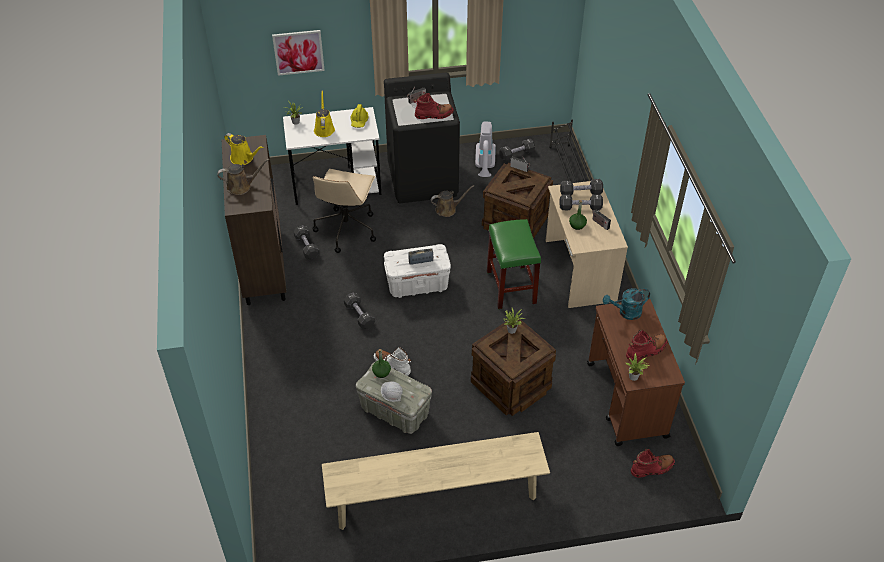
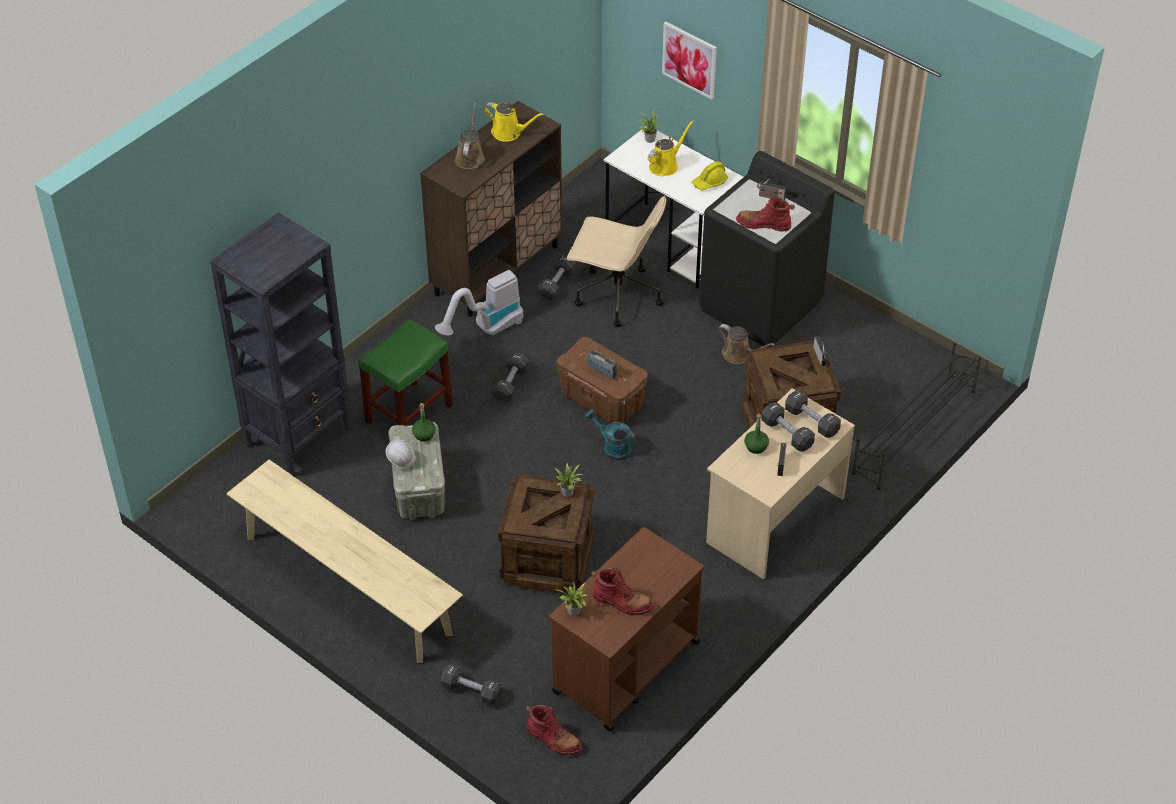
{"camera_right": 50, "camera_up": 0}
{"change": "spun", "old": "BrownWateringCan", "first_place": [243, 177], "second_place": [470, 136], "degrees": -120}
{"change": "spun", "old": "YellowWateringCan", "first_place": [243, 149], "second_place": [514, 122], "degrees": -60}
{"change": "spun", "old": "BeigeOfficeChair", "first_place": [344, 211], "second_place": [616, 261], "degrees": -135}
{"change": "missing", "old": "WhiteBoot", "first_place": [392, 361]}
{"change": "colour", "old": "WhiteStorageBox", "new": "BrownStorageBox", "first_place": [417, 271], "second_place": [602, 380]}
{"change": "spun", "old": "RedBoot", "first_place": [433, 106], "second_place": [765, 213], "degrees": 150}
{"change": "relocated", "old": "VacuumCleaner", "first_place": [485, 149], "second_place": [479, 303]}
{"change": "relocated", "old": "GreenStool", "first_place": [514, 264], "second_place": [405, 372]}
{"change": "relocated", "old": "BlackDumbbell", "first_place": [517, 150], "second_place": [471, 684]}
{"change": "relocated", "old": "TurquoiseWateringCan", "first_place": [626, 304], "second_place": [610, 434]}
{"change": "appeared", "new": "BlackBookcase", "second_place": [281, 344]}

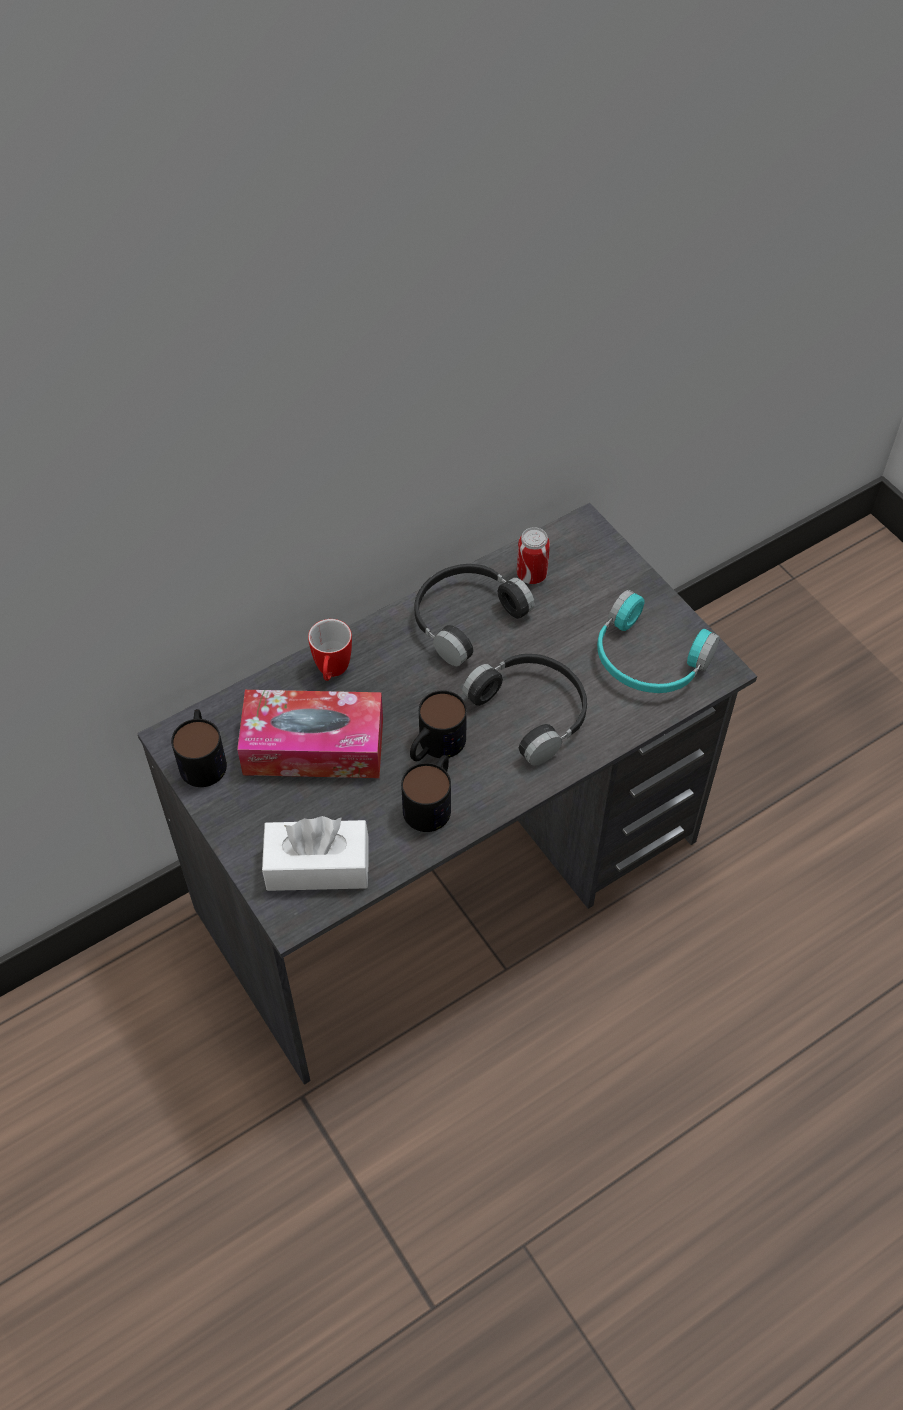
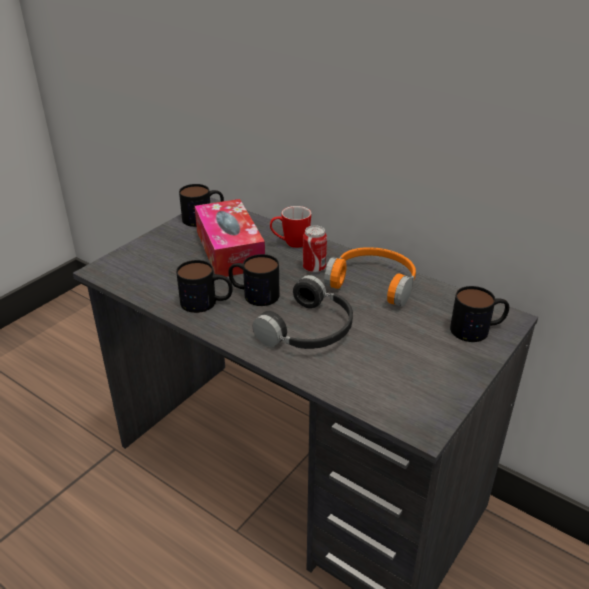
{"camera_right": 70, "camera_up": -20}
{"change": "missing", "old": "WhiteTissueBox", "first_place": [315, 853]}
{"change": "colour", "old": "BlackHeadphones", "new": "OrangeHeadphones", "first_place": [474, 615], "second_place": [370, 277]}
{"change": "relocated", "old": "Can", "first_place": [533, 555], "second_place": [315, 249]}
{"change": "missing", "old": "TurquoiseHeadphones", "first_place": [658, 641]}
{"change": "appeared", "new": "Mug", "second_place": [479, 314]}

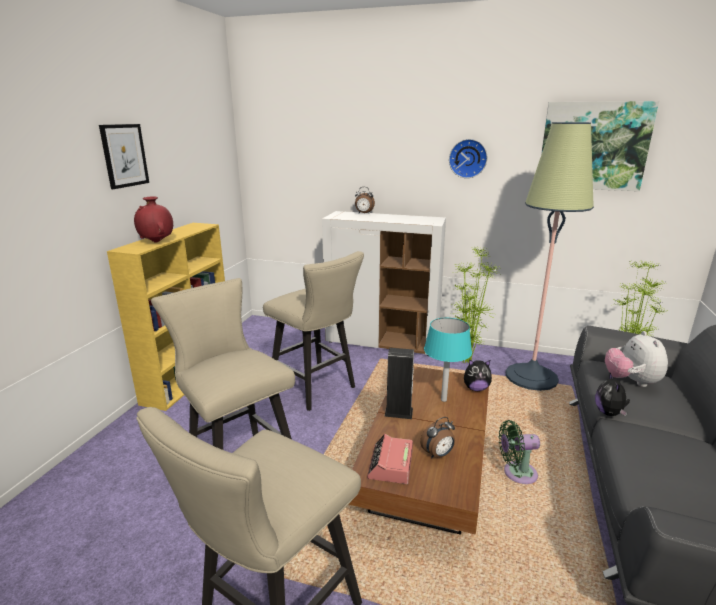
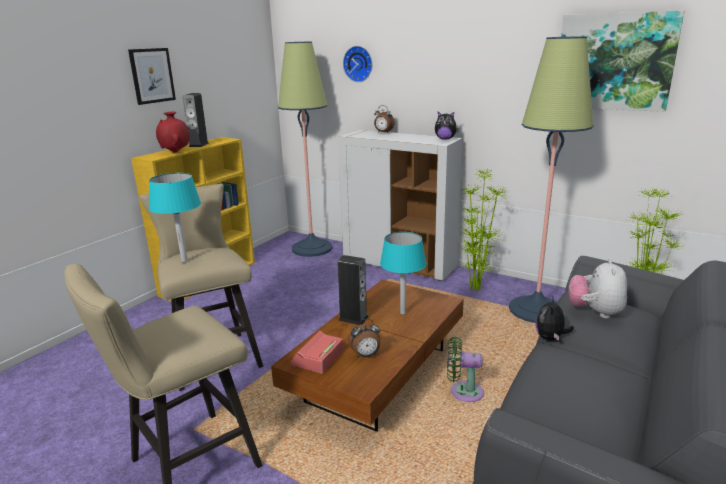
{"camera_right": 15, "camera_up": 0}
{"change": "missing", "old": "BeigeStool", "first_place": [313, 331]}
{"change": "relocated", "old": "WallClock", "first_place": [468, 158], "second_place": [358, 64]}
{"change": "relocated", "old": "PlushToy", "first_place": [478, 375], "second_place": [447, 126]}
{"change": "appeared", "new": "TurquoiseTableLamp", "second_place": [175, 218]}
{"change": "appeared", "new": "Speaker", "second_place": [196, 120]}
{"change": "appeared", "new": "FloorLamp", "second_place": [305, 149]}

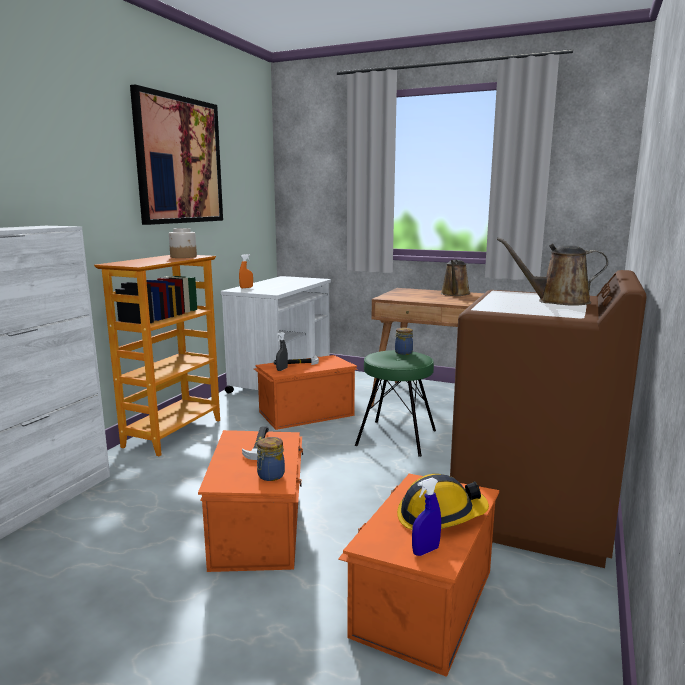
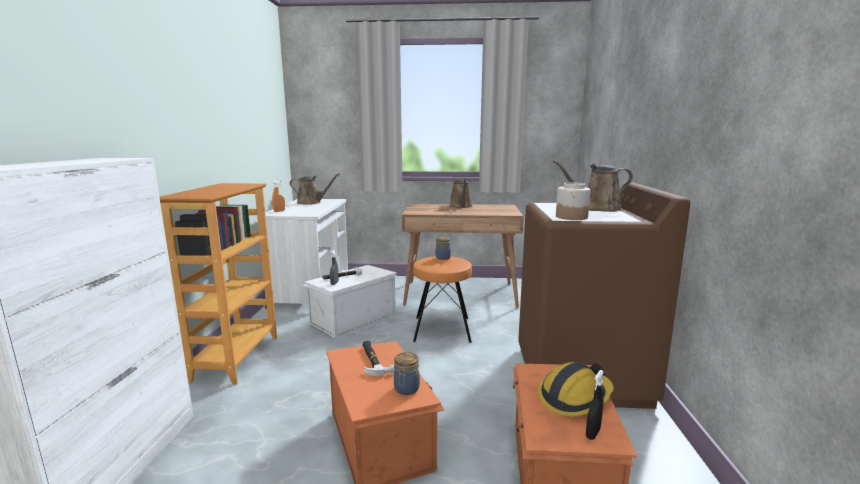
{"camera_right": -20, "camera_up": 0}
{"change": "missing", "old": "Picture", "first_place": [176, 154]}
{"change": "relocated", "old": "Jar", "first_place": [183, 243], "second_place": [573, 201]}
{"change": "colour", "old": "OrangeStorageBox", "new": "WhiteStorageBox", "first_place": [306, 392], "second_place": [349, 301]}
{"change": "colour", "old": "GreenStool", "new": "OrangeStool", "first_place": [395, 403], "second_place": [442, 299]}
{"change": "colour", "old": "BlueSprayBottle", "new": "BlackSprayBottle", "first_place": [426, 516], "second_place": [595, 405]}
{"change": "appeared", "new": "BrownWateringCan", "second_place": [315, 189]}

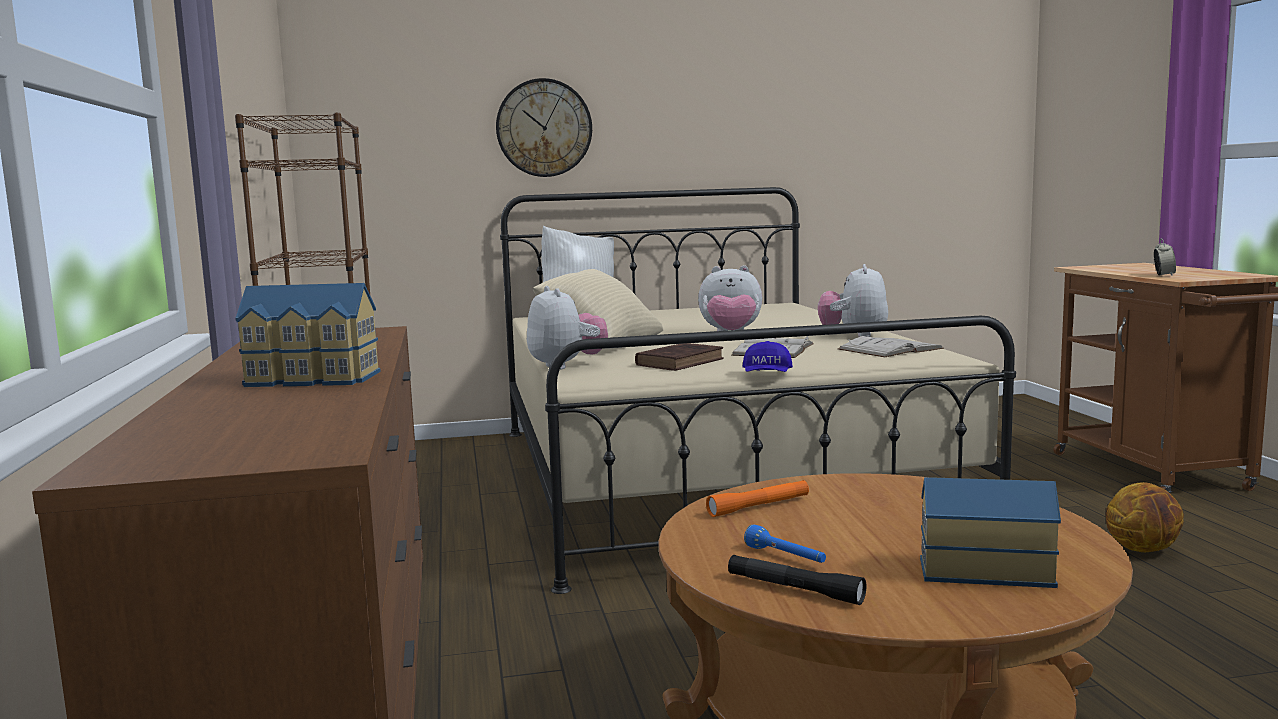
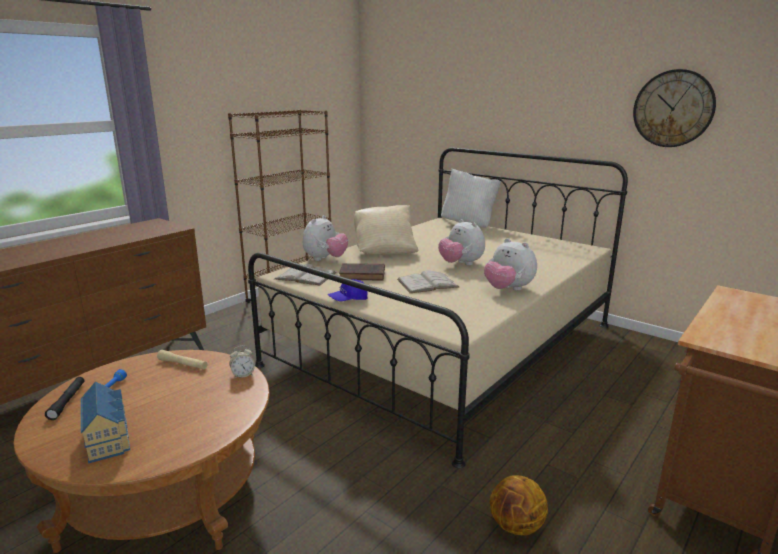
{"camera_right": 50, "camera_up": 10}
{"change": "missing", "old": "ToyHouse", "first_place": [308, 335]}
{"change": "relocated", "old": "WallClock", "first_place": [544, 127], "second_place": [674, 108]}
{"change": "colour", "old": "OrangeFlashlight", "new": "BeigeFlashlight", "first_place": [757, 498], "second_place": [182, 359]}
{"change": "spun", "old": "PlushToy", "first_place": [853, 300], "second_place": [510, 264], "degrees": -105}
{"change": "relocated", "old": "WhiteBook", "first_place": [891, 346], "second_place": [305, 274]}
{"change": "relocated", "old": "AlarmClock", "first_place": [1165, 256], "second_place": [242, 362]}

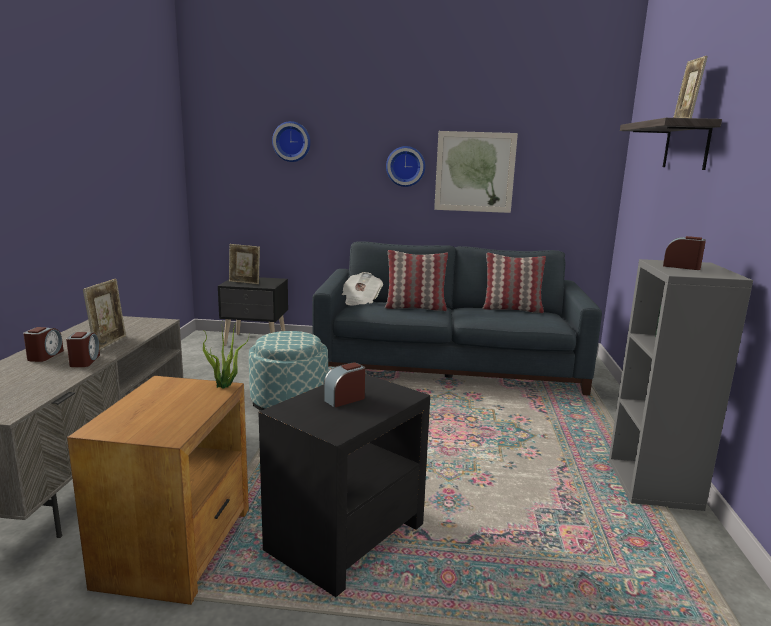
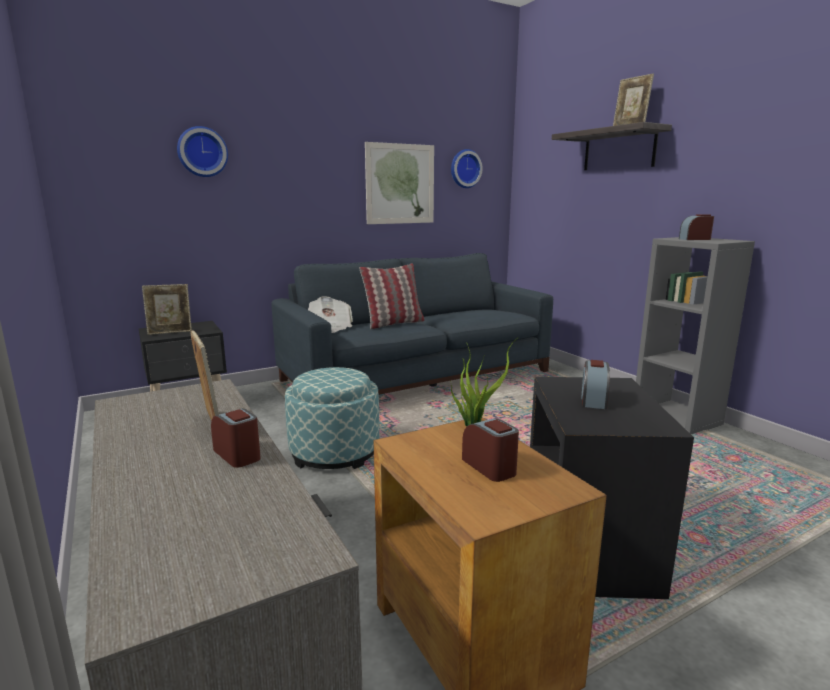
{"camera_right": -35, "camera_up": 0}
{"change": "relocated", "old": "AlarmClock", "first_place": [43, 344], "second_place": [490, 450]}
{"change": "relocated", "old": "WallClock", "first_place": [405, 166], "second_place": [467, 168]}
{"change": "missing", "old": "Pillow", "first_place": [514, 283]}

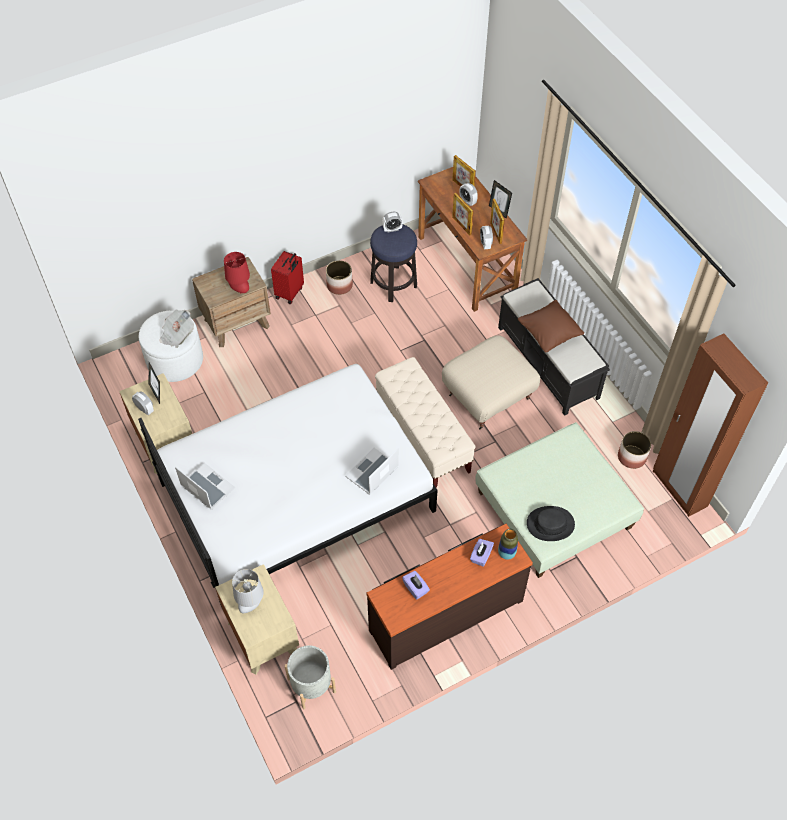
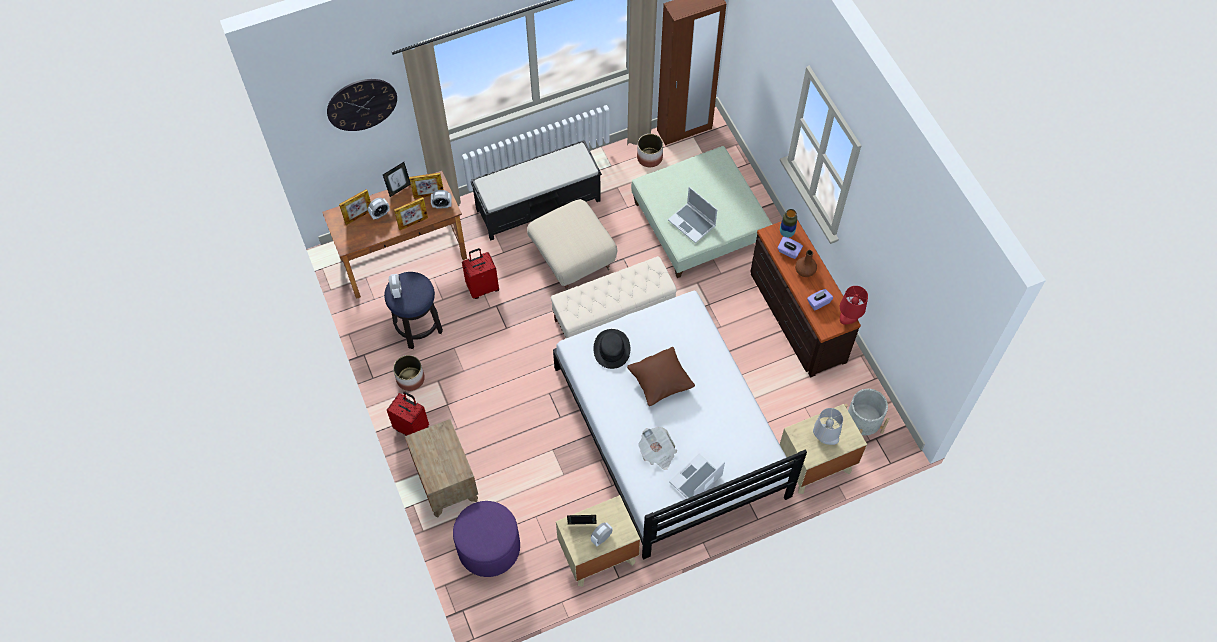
{"camera_right": -85, "camera_up": 5}
{"change": "colour", "old": "WhiteOttoman", "new": "PurpleOttoman", "first_place": [171, 346], "second_place": [486, 539]}
{"change": "relocated", "old": "Newspaper", "first_place": [176, 329], "second_place": [657, 448]}
{"change": "relocated", "old": "RedTableLamp", "first_place": [237, 273], "second_place": [854, 305]}
{"change": "relocated", "old": "Laptop", "first_place": [372, 471], "second_place": [692, 215]}
{"change": "relocated", "old": "BrownPillow", "first_place": [551, 326], "second_place": [661, 376]}
{"change": "relocated", "old": "BlackHat", "first_place": [551, 523], "second_place": [611, 349]}
{"change": "appeared", "new": "WallClock", "second_place": [362, 105]}
{"change": "appeared", "new": "RedSuitcase", "second_place": [480, 273]}
{"change": "appeared", "new": "BrownVase", "second_place": [806, 263]}

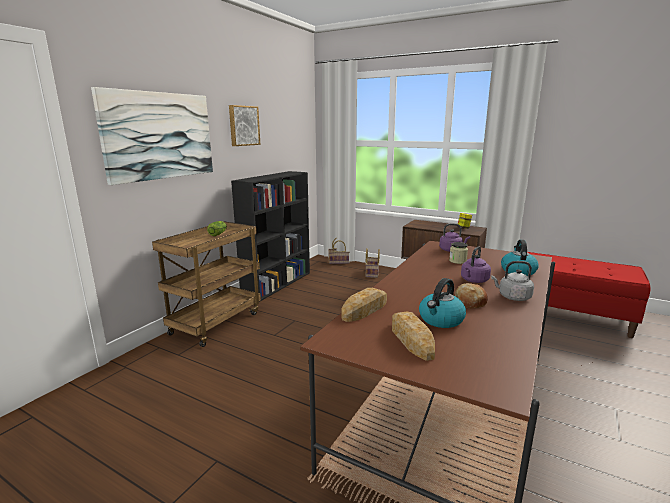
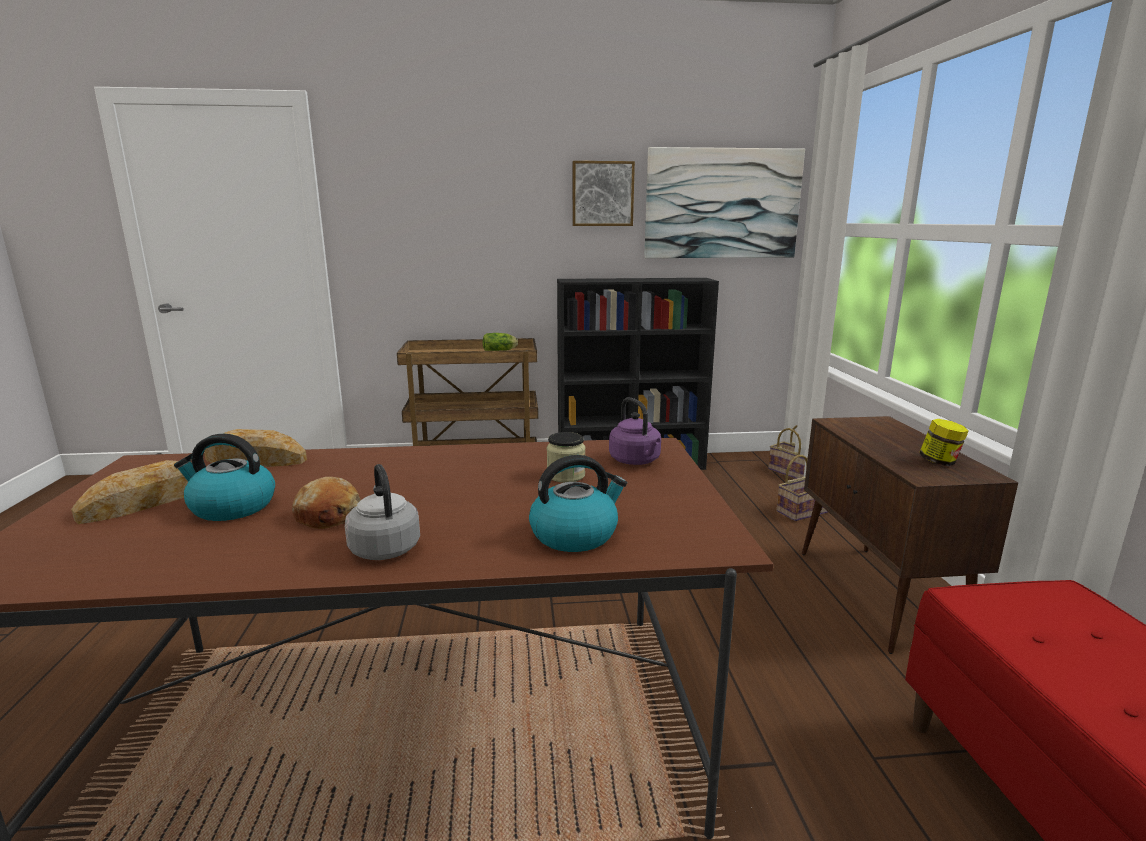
{"camera_right": 55, "camera_up": 0}
{"change": "relocated", "old": "Picture", "first_place": [152, 136], "second_place": [724, 202]}
{"change": "missing", "old": "PurpleKettle", "first_place": [476, 264]}

